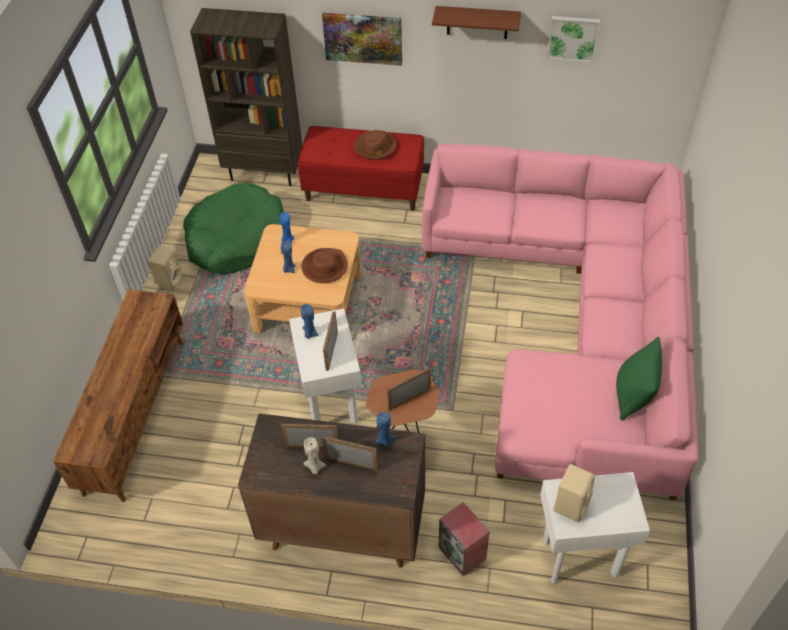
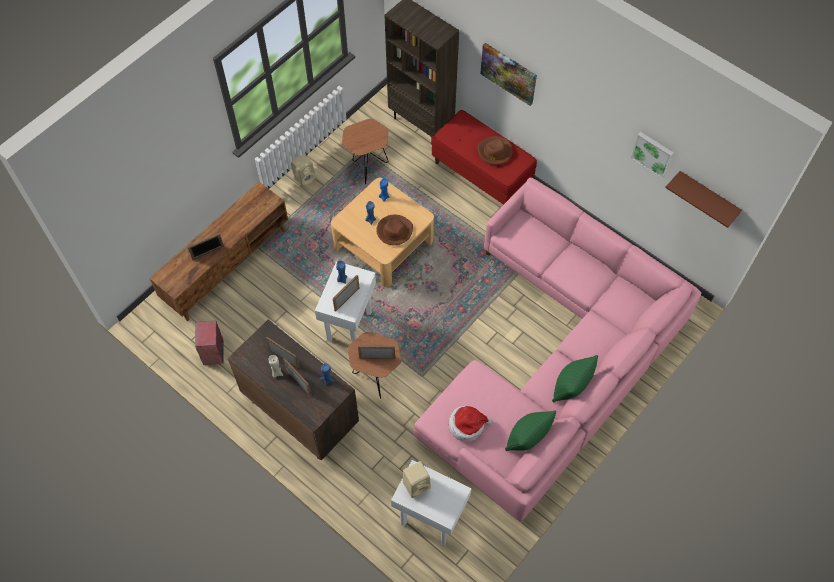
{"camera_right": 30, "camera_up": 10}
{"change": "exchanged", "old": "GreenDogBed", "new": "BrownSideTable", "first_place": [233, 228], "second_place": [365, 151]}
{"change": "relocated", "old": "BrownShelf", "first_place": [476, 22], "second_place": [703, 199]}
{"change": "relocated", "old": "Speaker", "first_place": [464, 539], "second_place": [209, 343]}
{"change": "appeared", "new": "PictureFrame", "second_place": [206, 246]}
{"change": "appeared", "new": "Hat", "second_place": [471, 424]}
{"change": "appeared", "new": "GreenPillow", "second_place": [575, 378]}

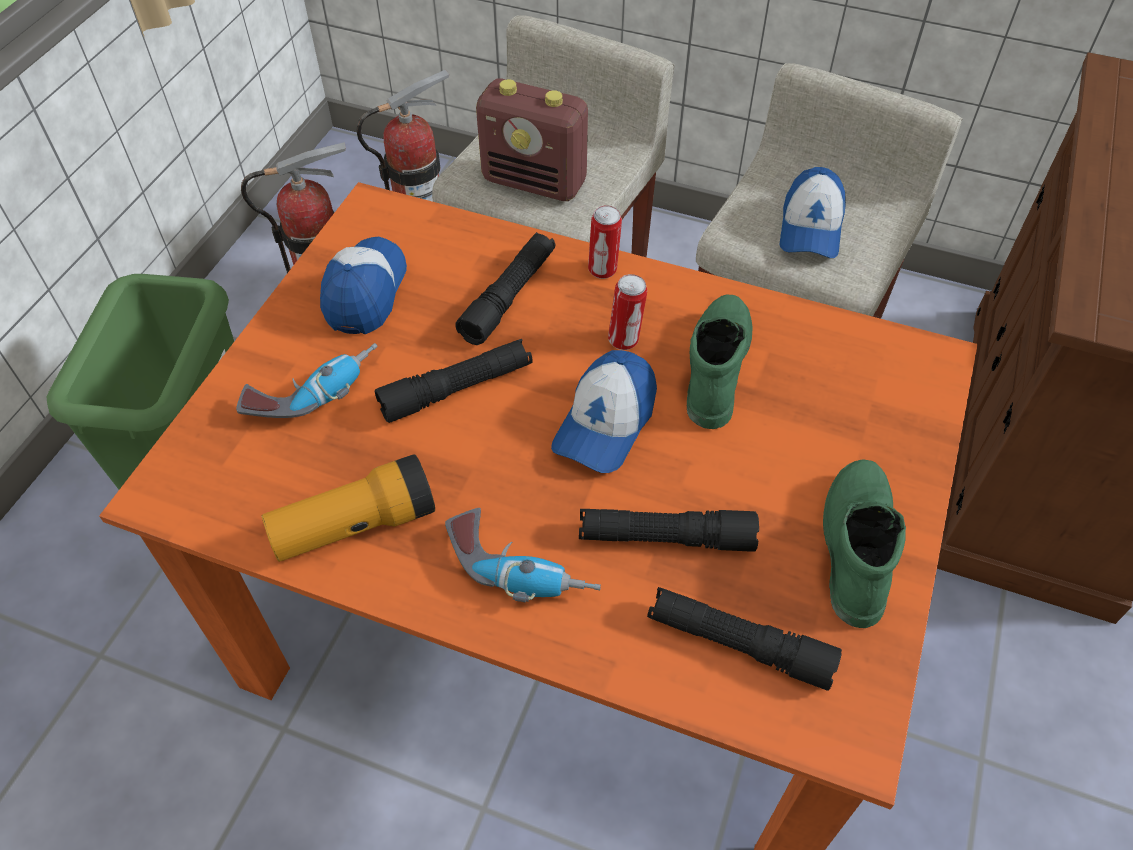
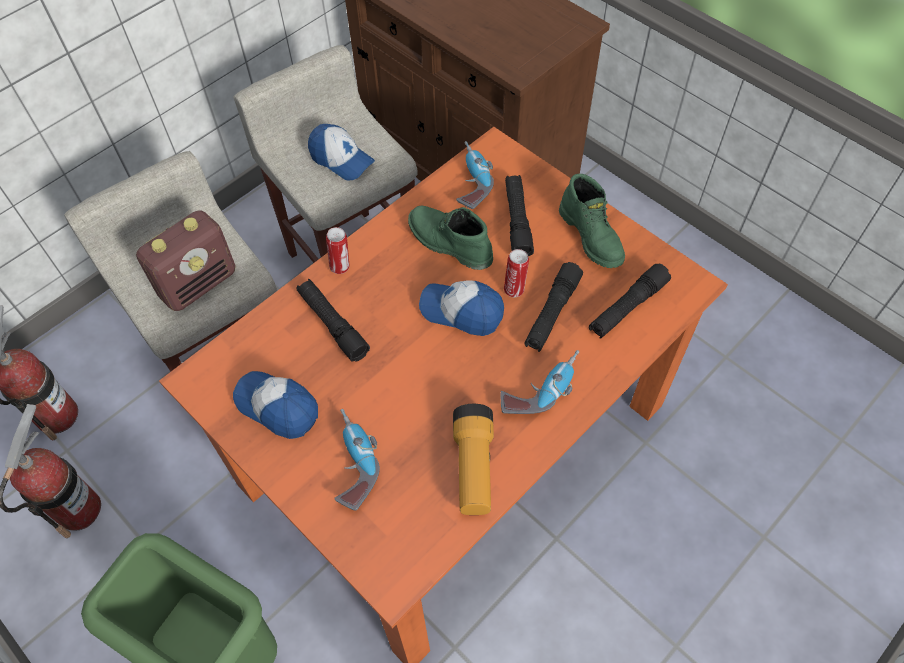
{"camera_right": -65, "camera_up": 5}
{"change": "relocated", "old": "BlackFlashlight", "first_place": [453, 381], "second_place": [519, 216]}
{"change": "spun", "old": "Cap", "first_place": [604, 411], "second_place": [461, 308], "degrees": 150}
{"change": "relocated", "old": "Can", "first_place": [627, 312], "second_place": [516, 273]}
{"change": "spun", "old": "GreenBoot", "first_place": [864, 543], "second_place": [592, 221], "degrees": -150}
{"change": "appeared", "new": "PowerDrill", "second_place": [475, 175]}

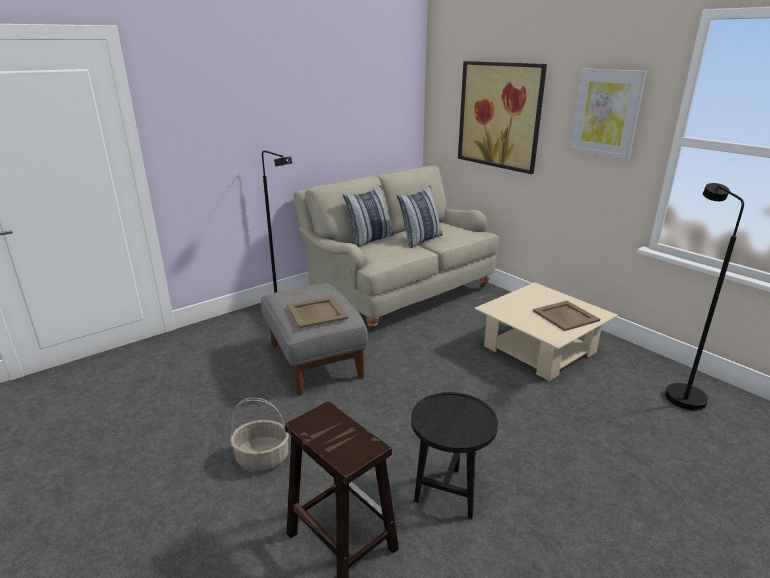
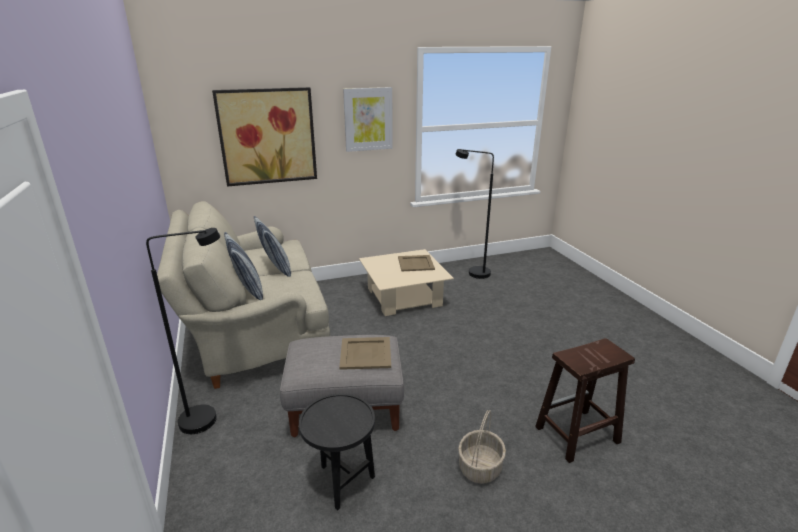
{"camera_right": -70, "camera_up": 0}
{"change": "relocated", "old": "BlackSideTable", "first_place": [454, 455], "second_place": [337, 452]}

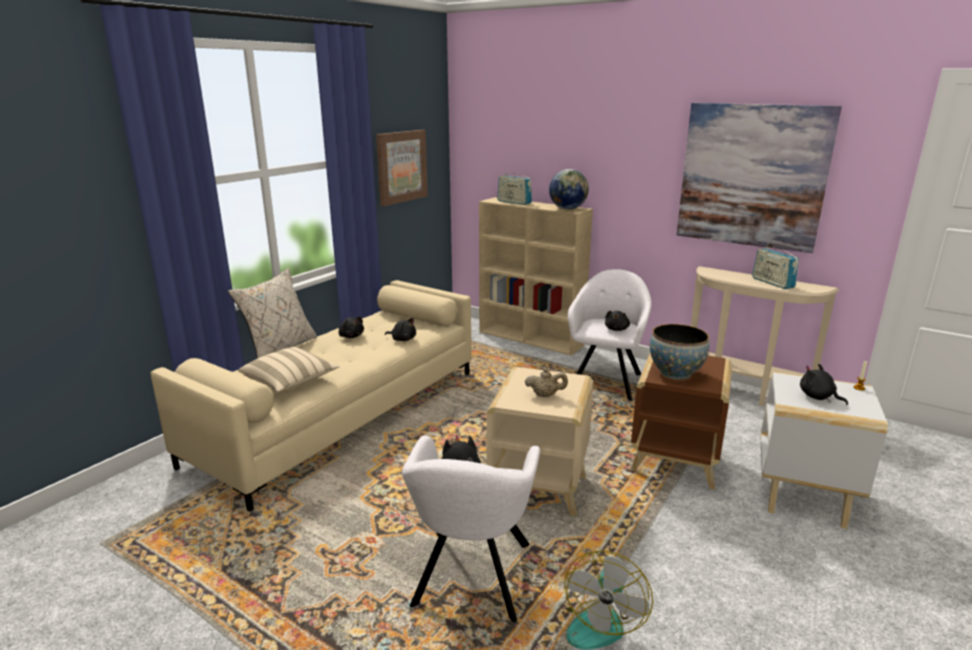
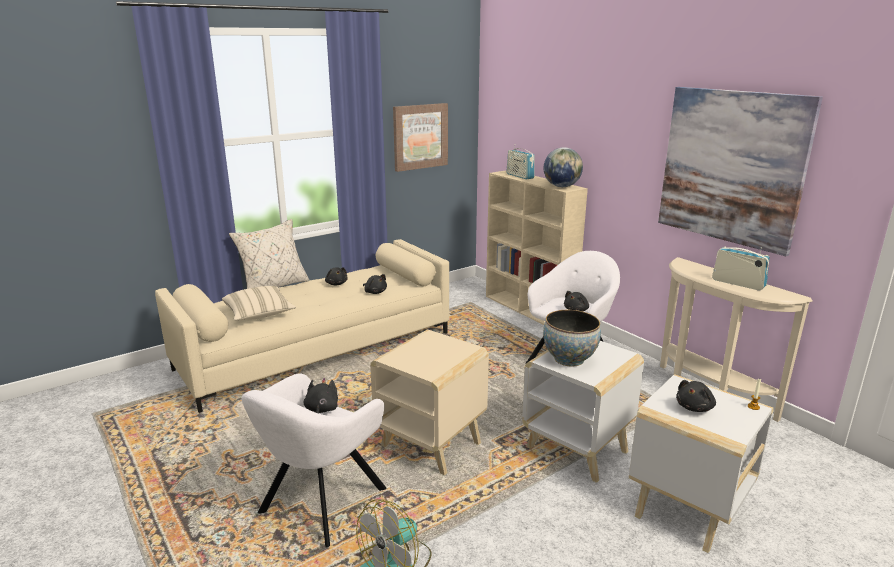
{"camera_right": 20, "camera_up": 0}
{"change": "missing", "old": "BeigeTeapot", "first_place": [546, 382]}
{"change": "colour", "old": "BrownSideTable", "new": "WhiteSideTable", "first_place": [681, 421], "second_place": [583, 412]}
{"change": "spun", "old": "Radio", "first_place": [775, 266], "second_place": [740, 268], "degrees": 135}
{"change": "spun", "old": "BlackPlushToy", "first_place": [824, 384], "second_place": [696, 396], "degrees": -120}

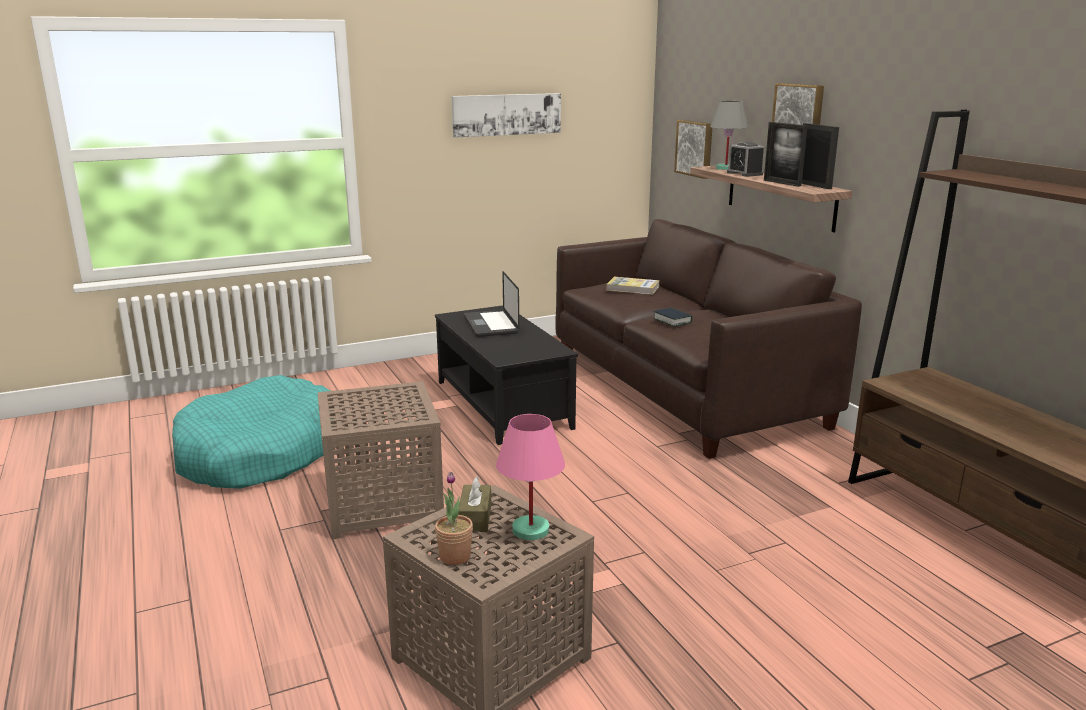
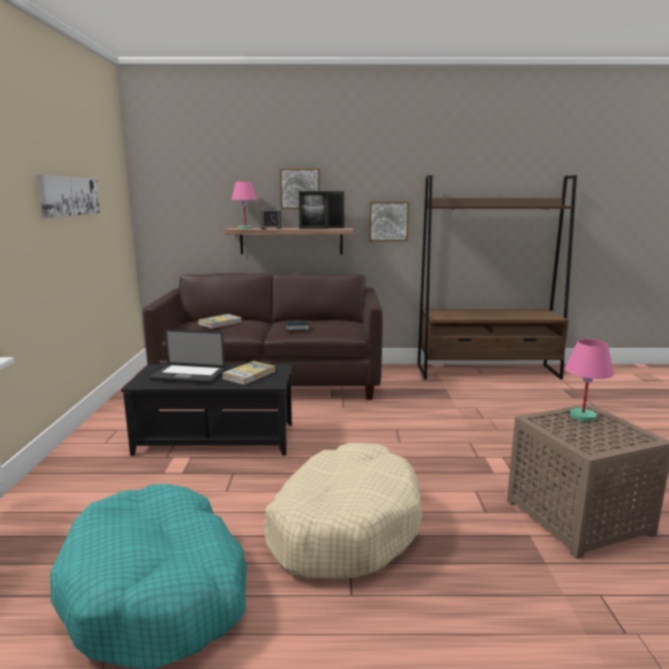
{"camera_right": -65, "camera_up": -5}
{"change": "exchanged", "old": "BrownSideTable", "new": "BeigeDogBed", "first_place": [381, 460], "second_place": [342, 511]}
{"change": "missing", "old": "PottedPlant", "first_place": [454, 518]}
{"change": "missing", "old": "BrownTissueBox", "first_place": [474, 504]}
{"change": "relocated", "old": "Picture", "first_place": [693, 149], "second_place": [389, 221]}
{"change": "colour", "old": "GreyTableLamp", "new": "PinkTableLamp", "first_place": [729, 135], "second_place": [244, 205]}
{"change": "appeared", "new": "Book", "second_place": [248, 373]}

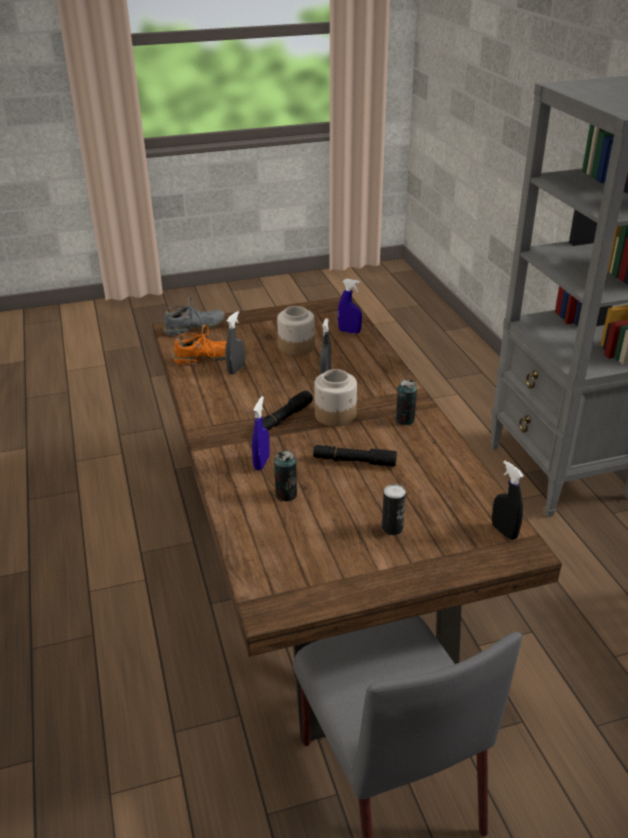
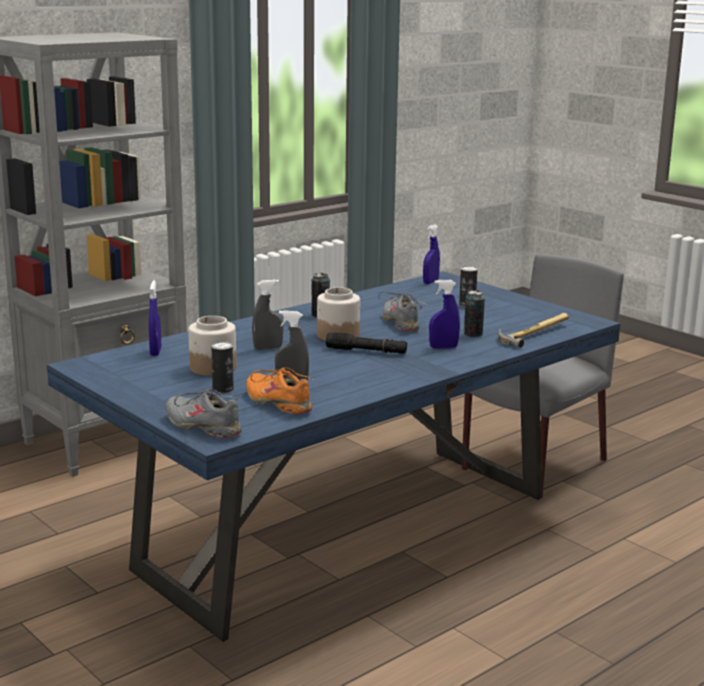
{"camera_right": -115, "camera_up": -15}
{"change": "colour", "old": "BrownDiningTable", "new": "BlueDiningTable", "first_place": [357, 520], "second_place": [334, 456]}
{"change": "exchanged", "old": "BlackFlashlight", "new": "GreyShoe", "first_place": [355, 456], "second_place": [404, 311]}
{"change": "colour", "old": "BlackSprayBottle", "new": "BlueSprayBottle", "first_place": [508, 500], "second_place": [431, 254]}
{"change": "appeared", "new": "Can", "second_place": [223, 367]}
{"change": "appeared", "new": "Hammer", "second_place": [533, 330]}

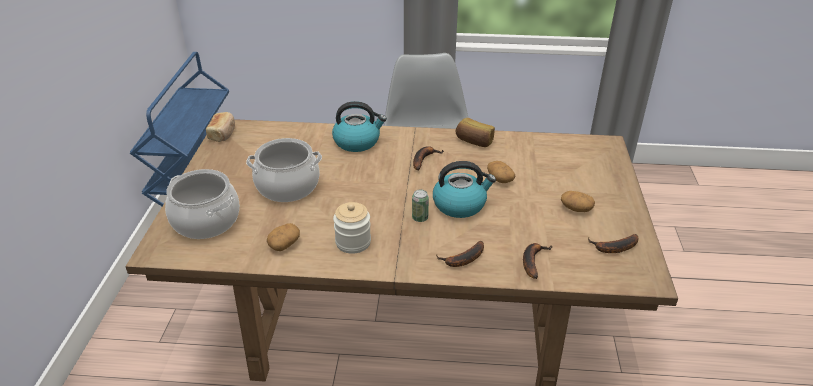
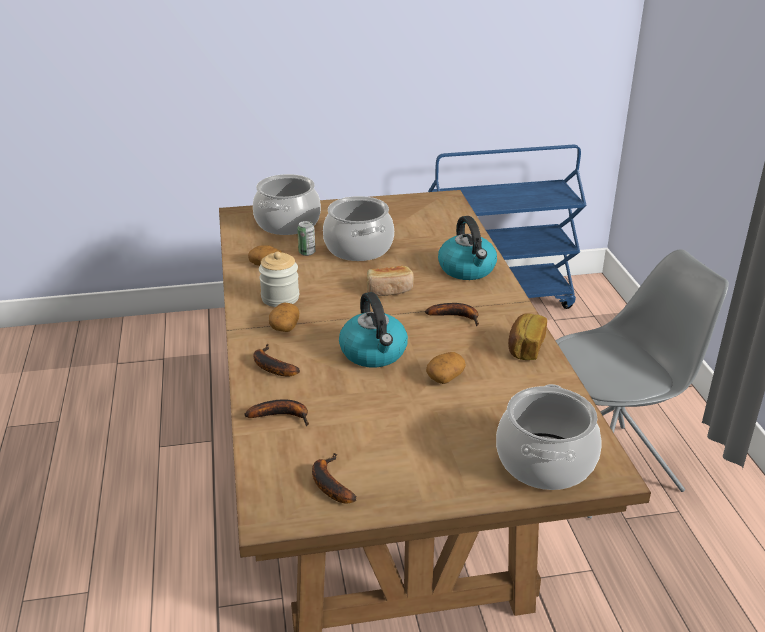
{"camera_right": 75, "camera_up": -5}
{"change": "relocated", "old": "Bread", "first_place": [220, 127], "second_place": [390, 281]}
{"change": "relocated", "old": "Can", "first_place": [420, 205], "second_place": [306, 238]}
{"change": "relocated", "old": "Potato", "first_place": [578, 201], "second_place": [284, 317]}
{"change": "appeared", "new": "CookingPot", "second_place": [549, 437]}

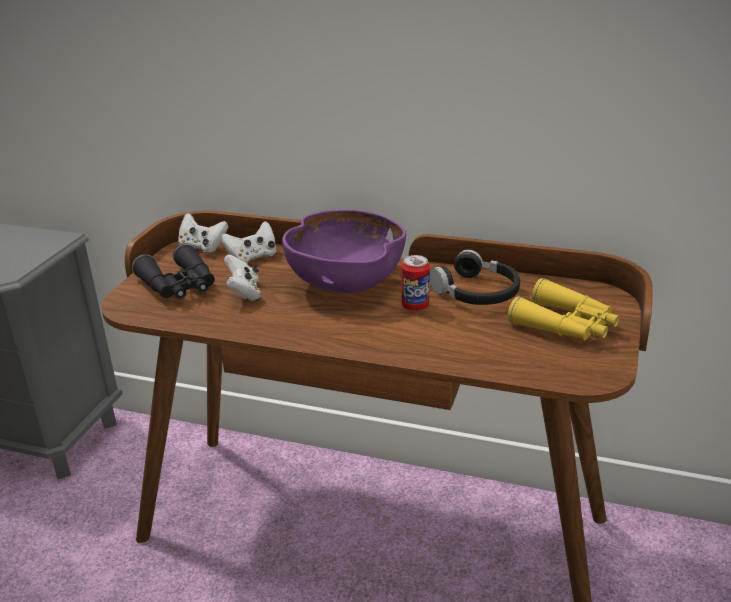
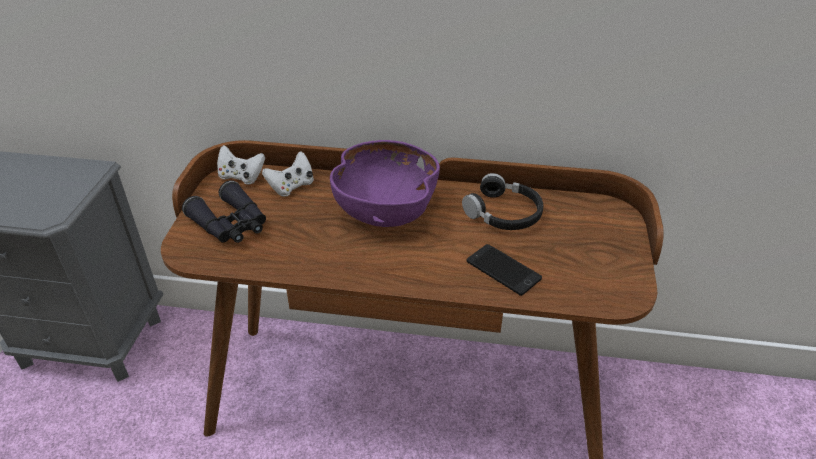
{"camera_right": -10, "camera_up": 10}
{"change": "missing", "old": "WhiteGameController", "first_place": [242, 277]}
{"change": "missing", "old": "Can", "first_place": [415, 283]}
{"change": "missing", "old": "YellowBinoculars", "first_place": [563, 309]}
{"change": "appeared", "new": "Phone", "second_place": [504, 270]}

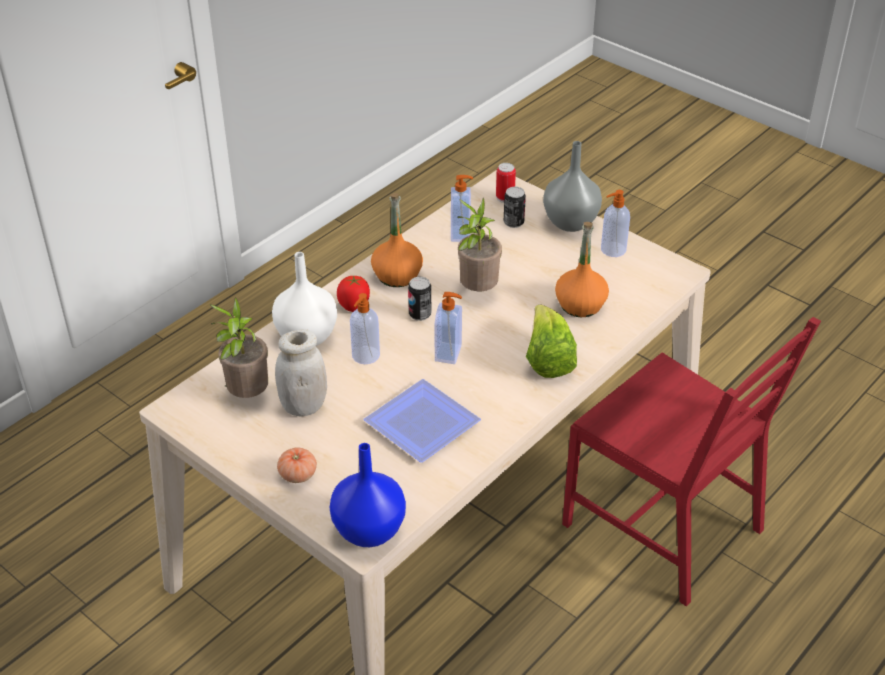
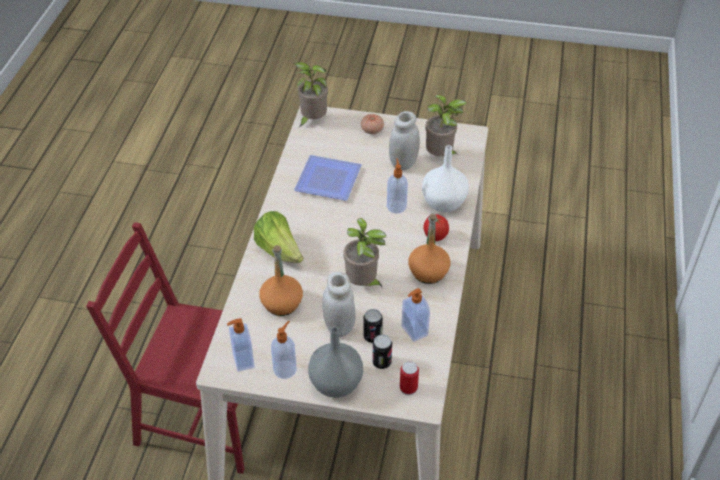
{"camera_right": 150, "camera_up": 5}
{"change": "exchanged", "old": "BlueVase", "new": "PottedPlant", "first_place": [368, 495], "second_place": [311, 94]}
{"change": "relocated", "old": "Can", "first_place": [419, 299], "second_place": [373, 326]}
{"change": "relocated", "old": "SoapDispenser", "first_place": [448, 328], "second_place": [241, 345]}
{"change": "appeared", "new": "WhiteJar", "second_place": [339, 304]}

